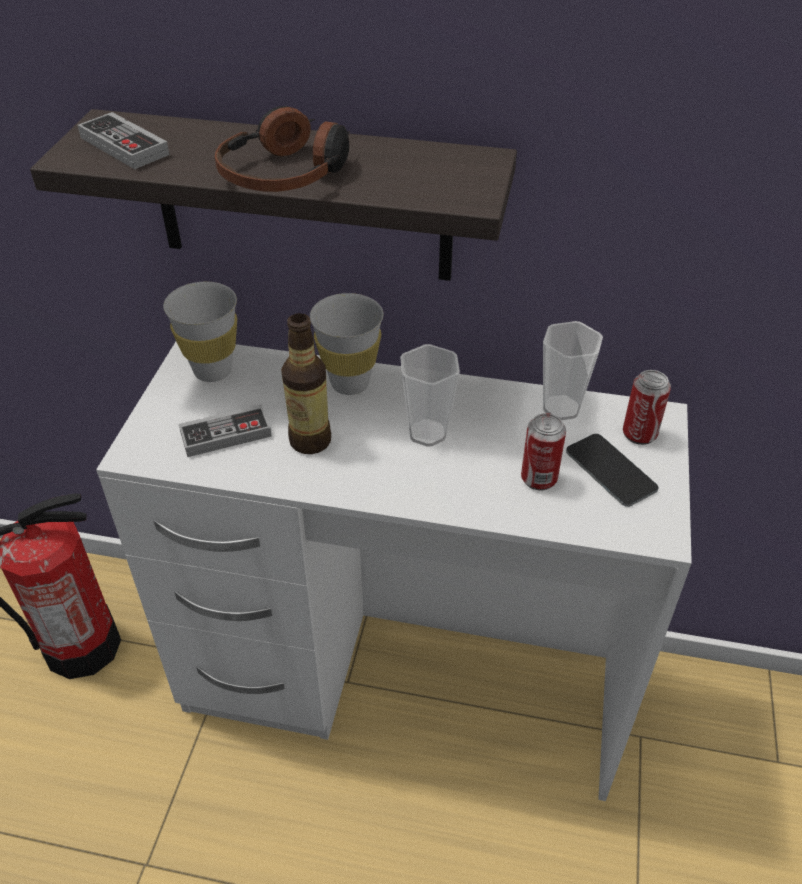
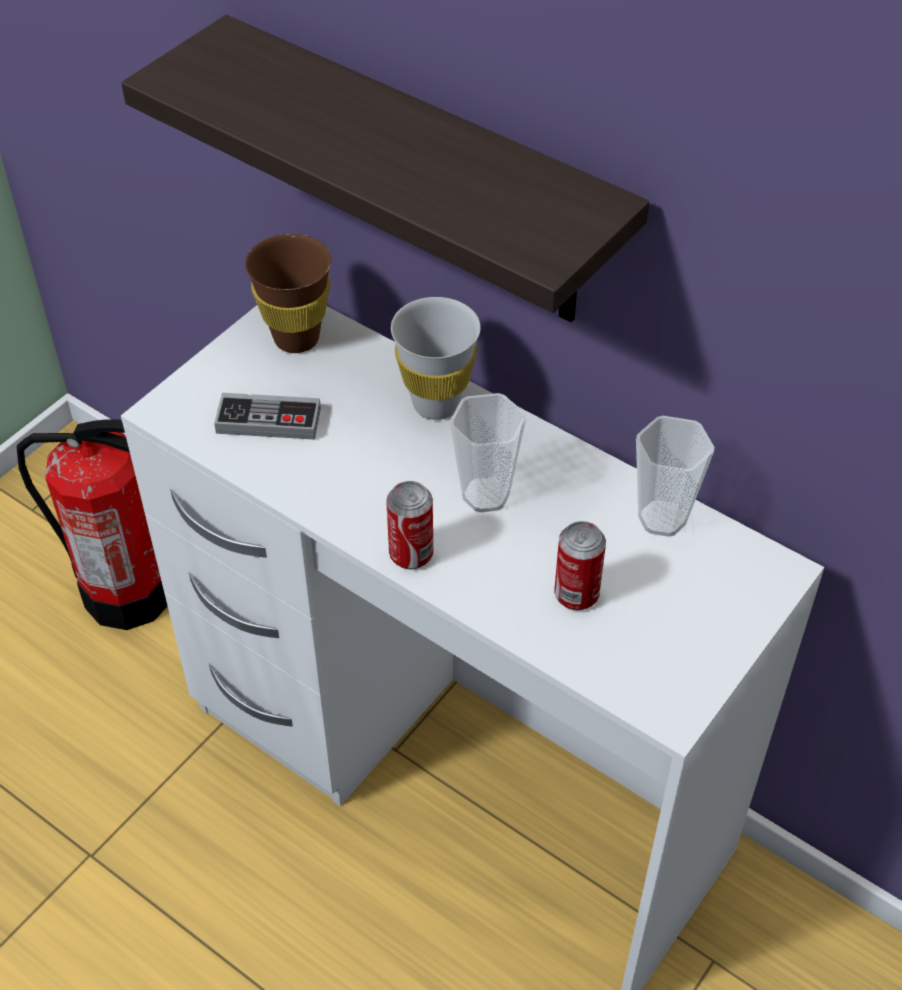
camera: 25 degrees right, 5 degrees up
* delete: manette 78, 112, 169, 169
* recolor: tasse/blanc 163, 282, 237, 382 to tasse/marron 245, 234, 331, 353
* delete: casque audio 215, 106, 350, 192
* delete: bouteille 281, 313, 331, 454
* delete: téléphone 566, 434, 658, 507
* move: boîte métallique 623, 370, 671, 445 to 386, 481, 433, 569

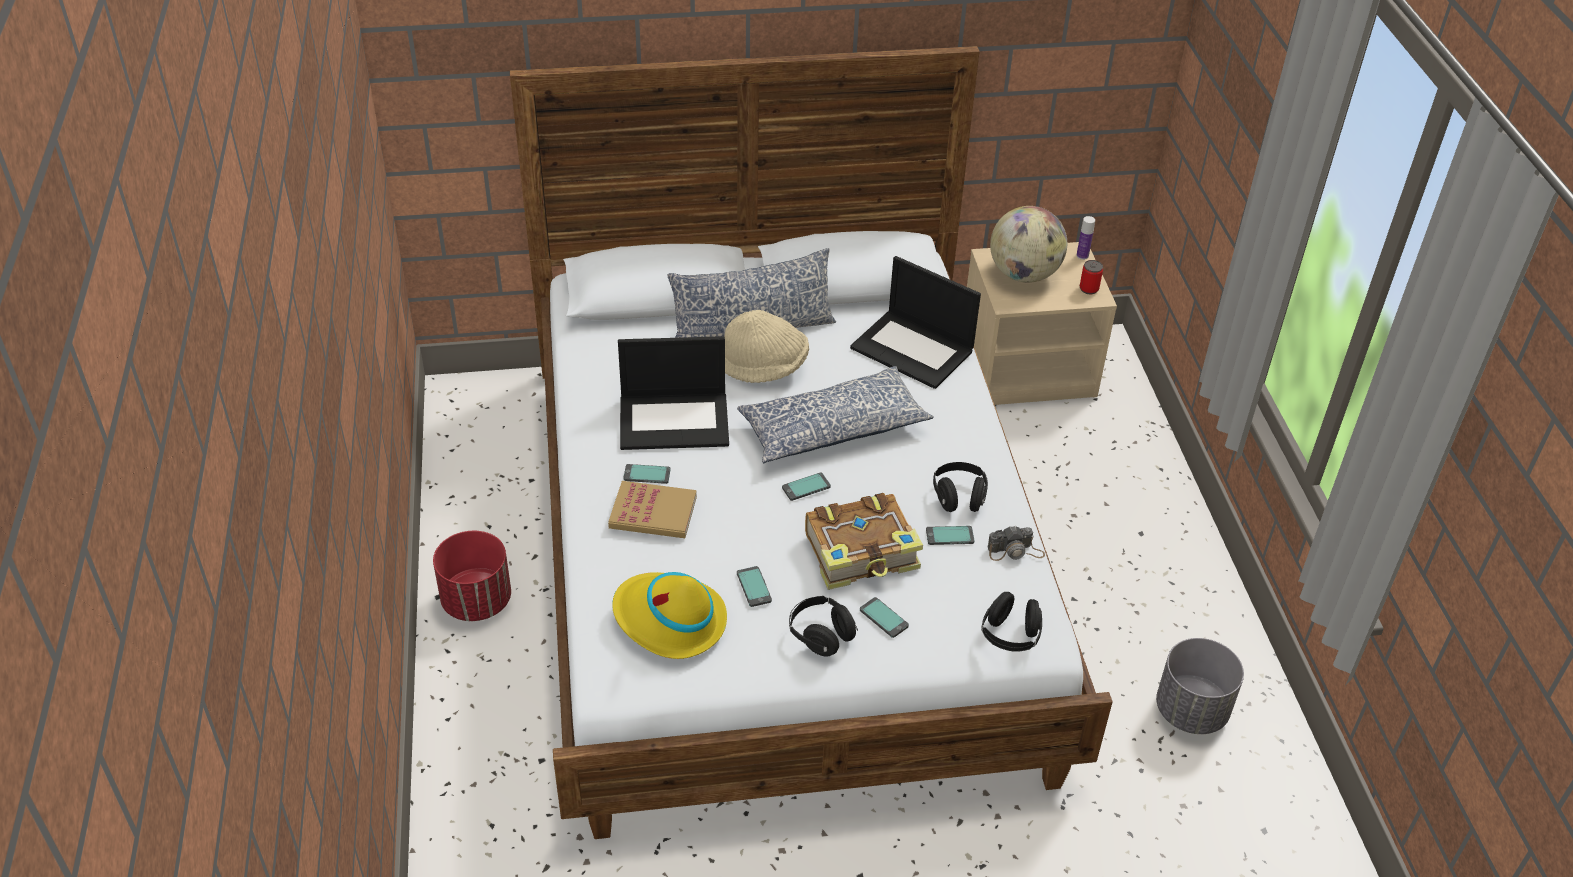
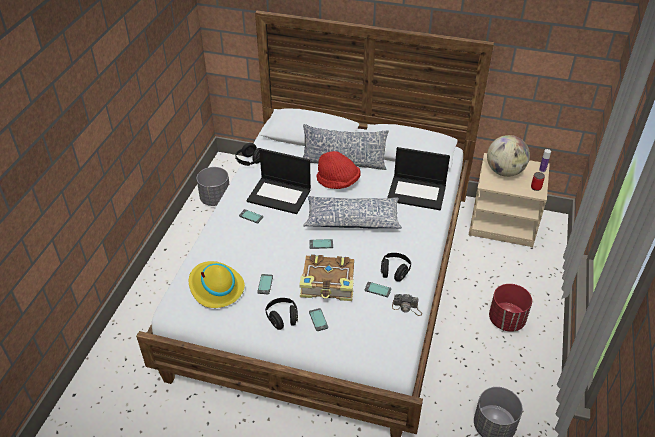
camera: 25 degrees right, 0 degrees up
* move: cache-pot/rouge 433, 531, 511, 621 to 489, 284, 532, 332
* delete: livre 608, 481, 697, 538
* recolor: chapeau/beige 725, 310, 809, 383 to chapeau/rouge 316, 151, 361, 189
* rotate: ordinateur portable 850, 256, 981, 389 = 387, 147, 450, 210 45 degrees counterclockwise
* move: casque audio/noir 981, 592, 1042, 652 to 235, 143, 260, 166
* insert: cache-pot/gris 197, 167, 229, 206

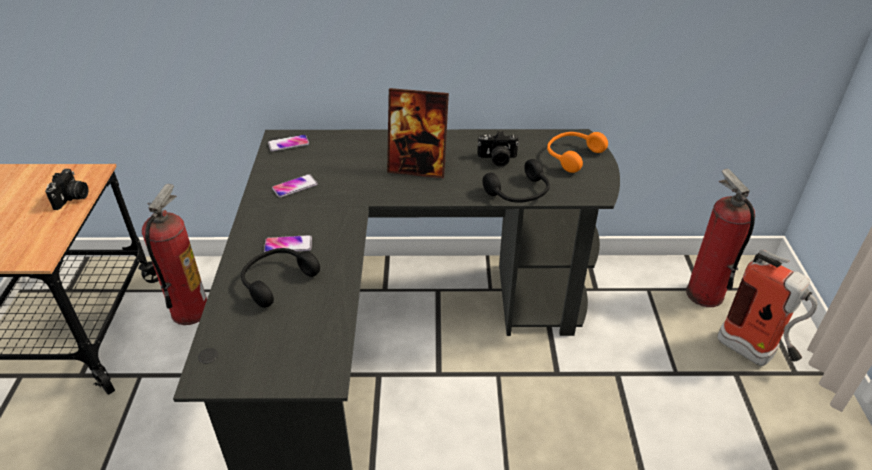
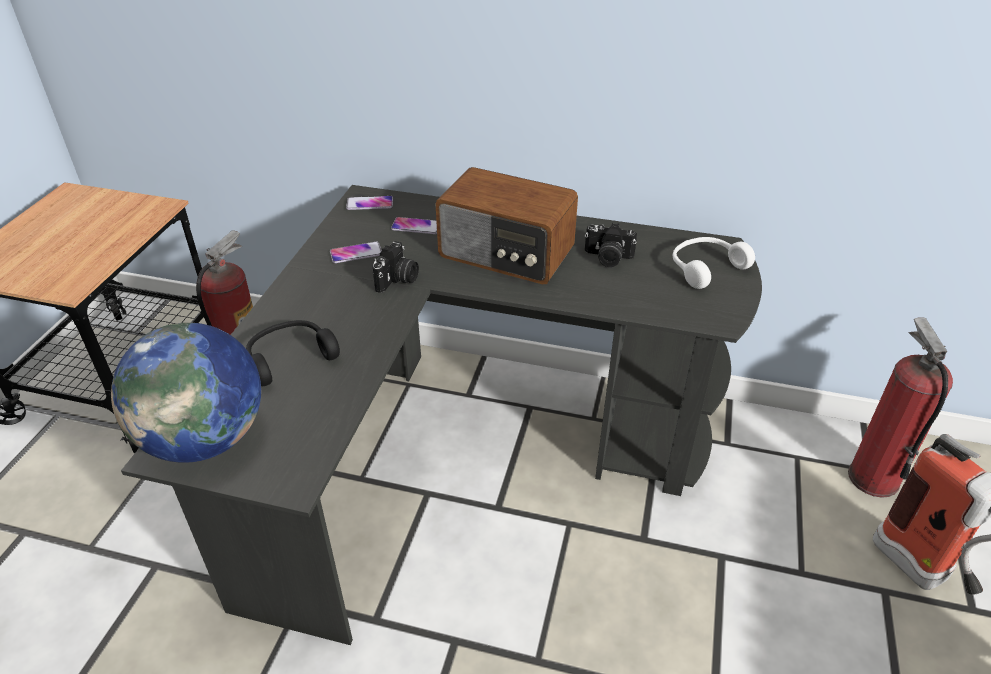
camera: 15 degrees right, 0 degrees up
* move: appareil photo 45, 169, 88, 210 to 372, 241, 419, 293
* move: téléphone 264, 235, 312, 252 to 391, 217, 437, 234
* replace: cadre photo 387, 88, 449, 178 to radio 435, 167, 578, 284
* delete: casque audio/noir 483, 159, 550, 203
* recolor: casque audio/orange 547, 132, 608, 173 to casque audio/blanc 673, 237, 755, 289
* insert: globe 111, 322, 261, 463

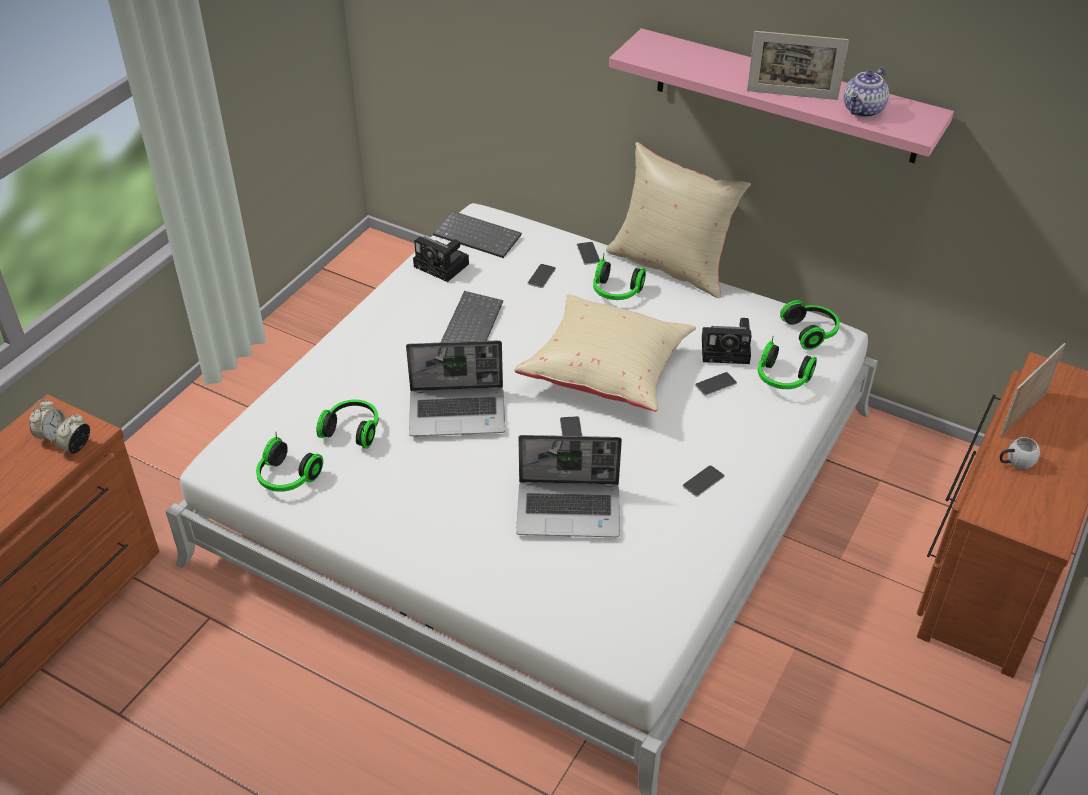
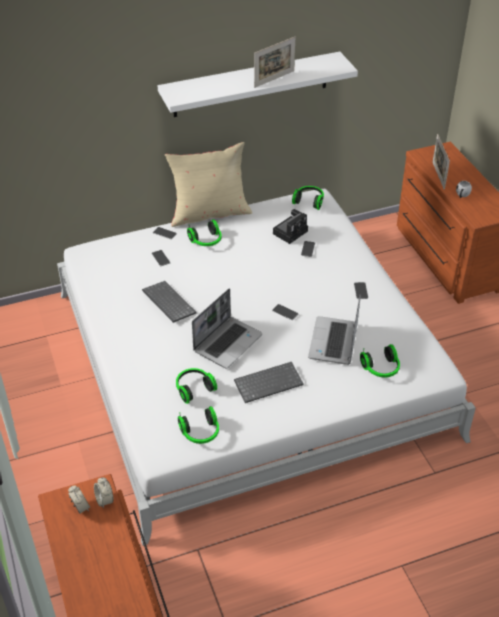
camera: 50 degrees left, 0 degrees up
* delete: appareil photo 413, 236, 469, 282
* move: clavier 433, 211, 522, 258 to 234, 362, 304, 403
* delete: coussin/beige 514, 294, 696, 411
* rotate: ordinateur portable 516, 435, 622, 537 = 308, 295, 361, 365 150 degrees clockwise
* recolor: étagère/rose 609, 28, 954, 163 to étagère/blanc 158, 52, 358, 117
* move: casque audio 758, 336, 817, 389 to 360, 344, 400, 377
* delete: théière 844, 67, 889, 118

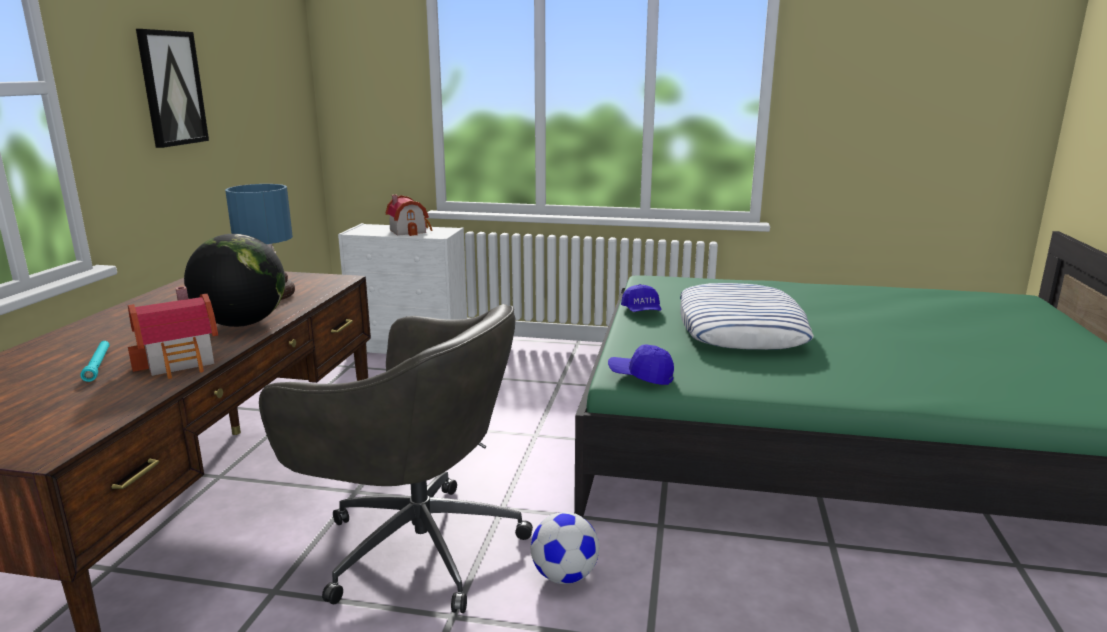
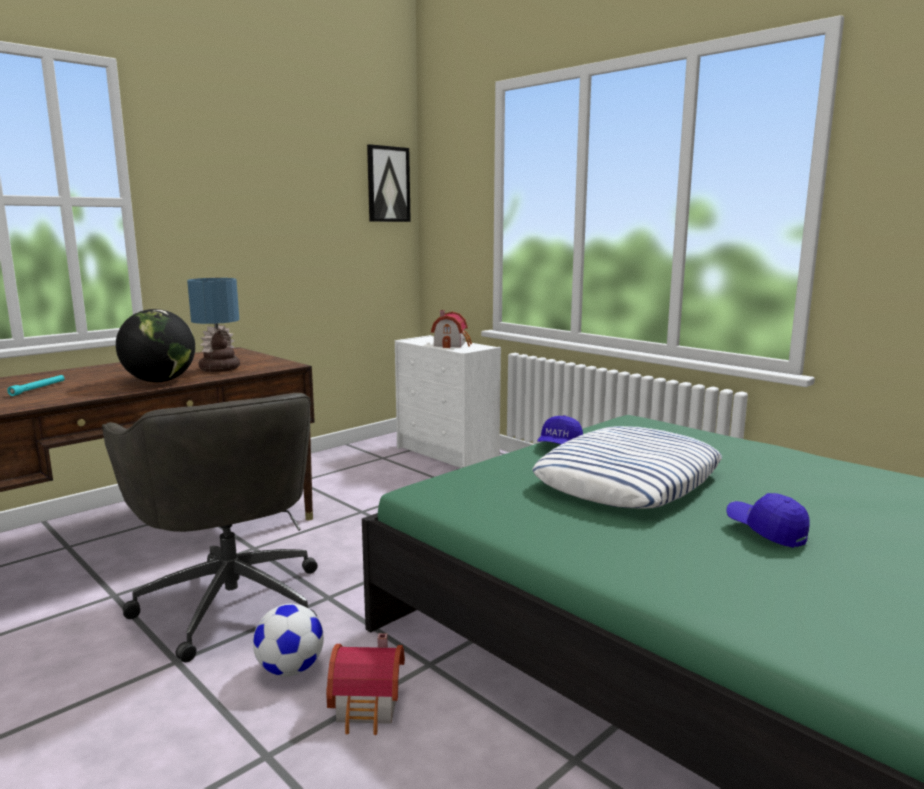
camera: 35 degrees right, 5 degrees down
* move: maison miniature 128, 286, 218, 379 to 326, 633, 405, 735
* move: tableau 136, 29, 209, 148 to 367, 144, 411, 222
* move: casquette/bleu 608, 345, 674, 385 to 726, 493, 810, 548

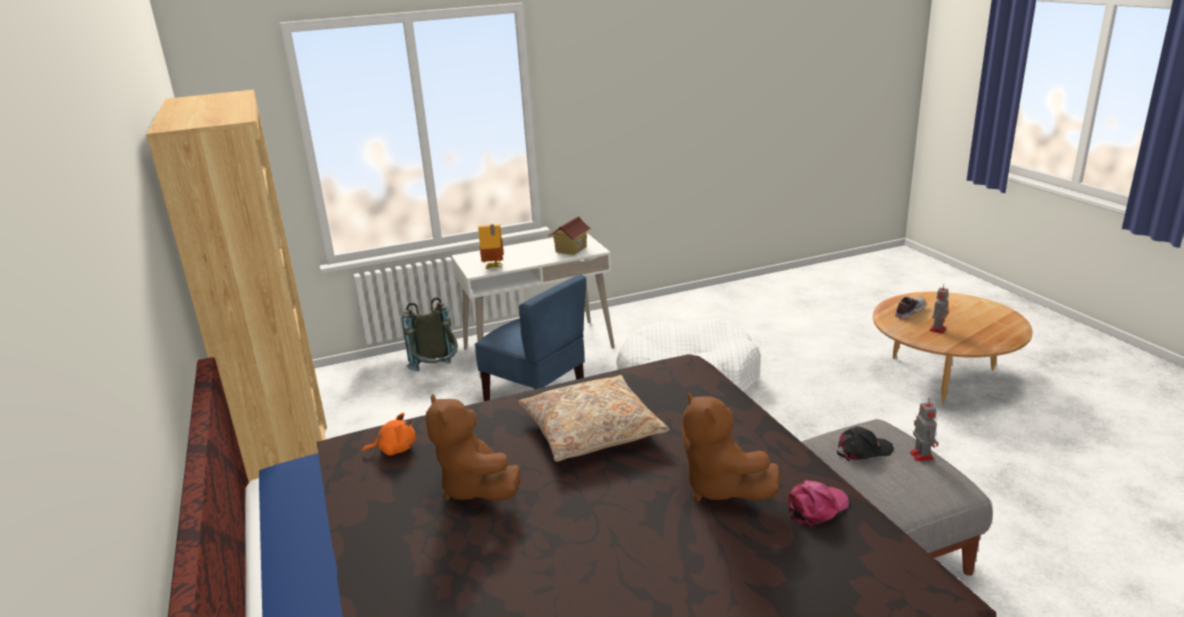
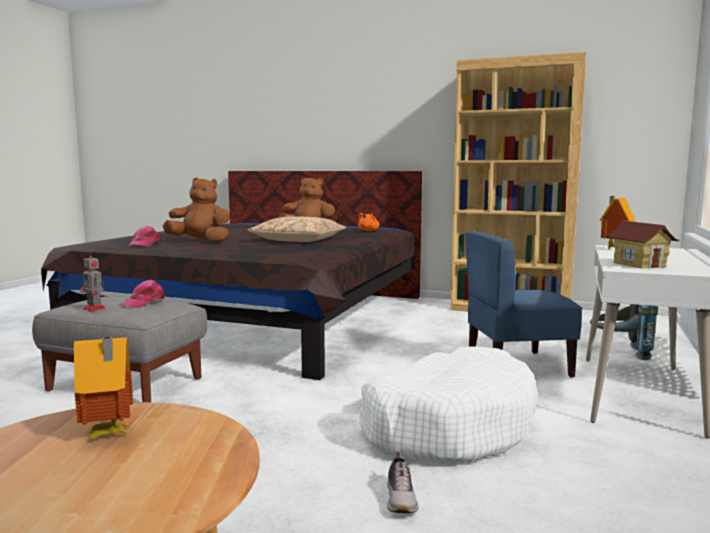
camera: 130 degrees right, 15 degrees down
* recolor: casquette/noir 837, 426, 894, 462 to casquette/rose 120, 280, 164, 308
* move: chaussure 895, 297, 925, 319 to 387, 452, 419, 513
* replace: robot jouet 929, 285, 949, 334 to maison miniature 74, 336, 133, 439

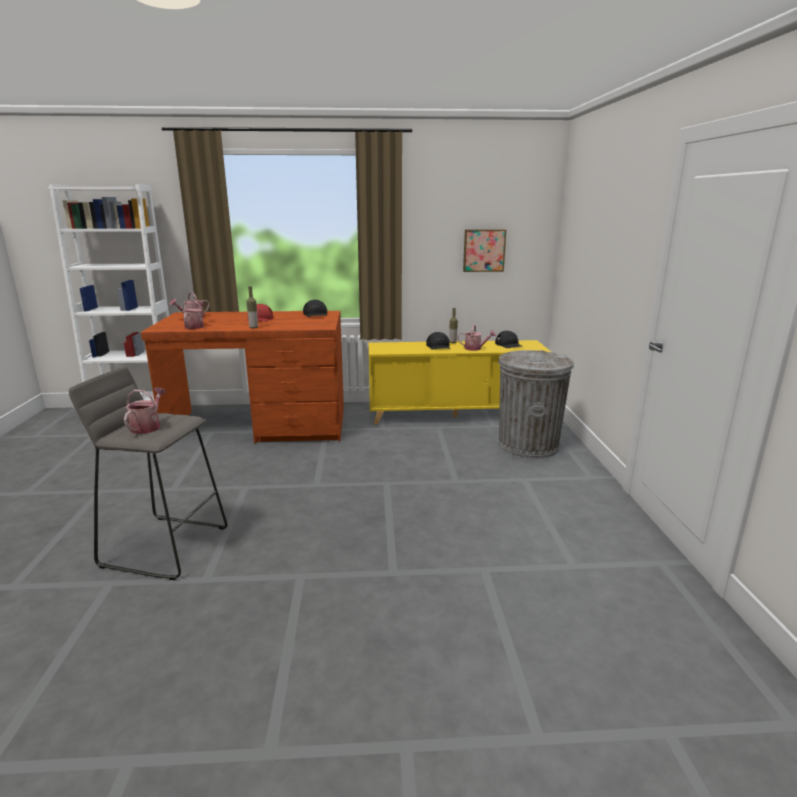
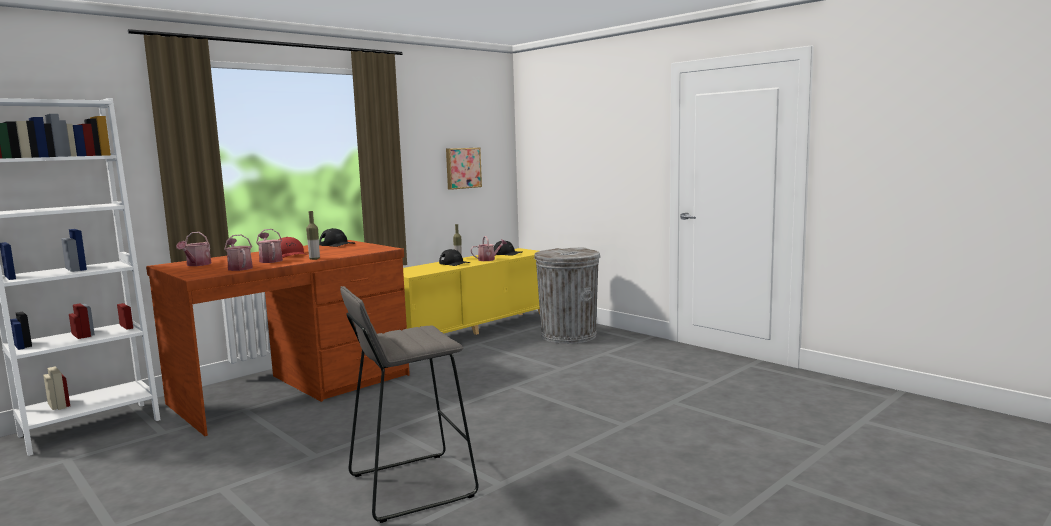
camera: 40 degrees left, 10 degrees down
* move: arrosoir 124, 388, 166, 434 to 256, 229, 283, 263

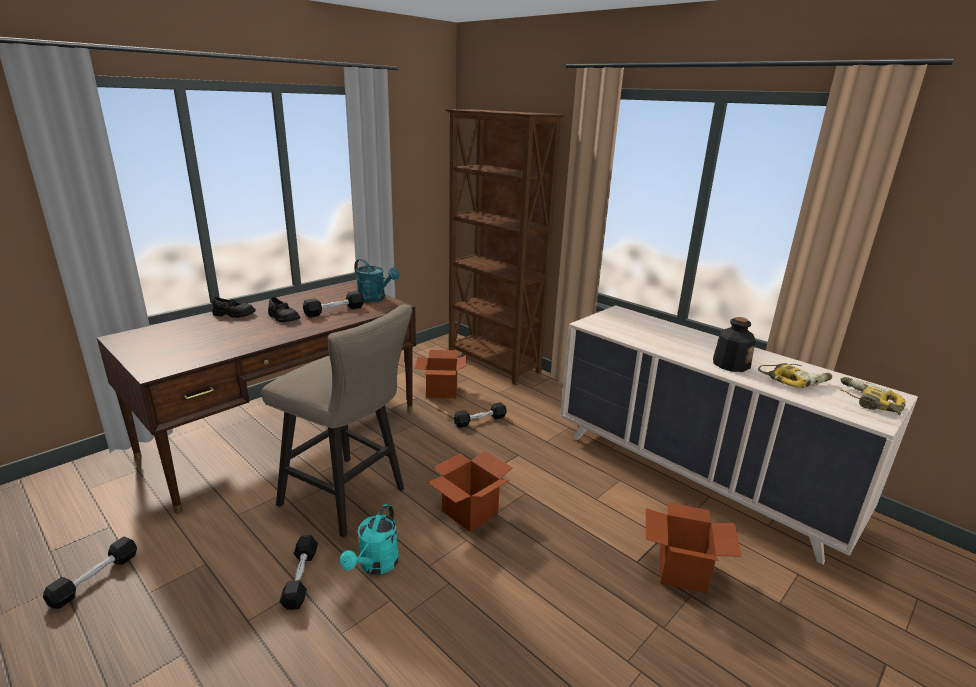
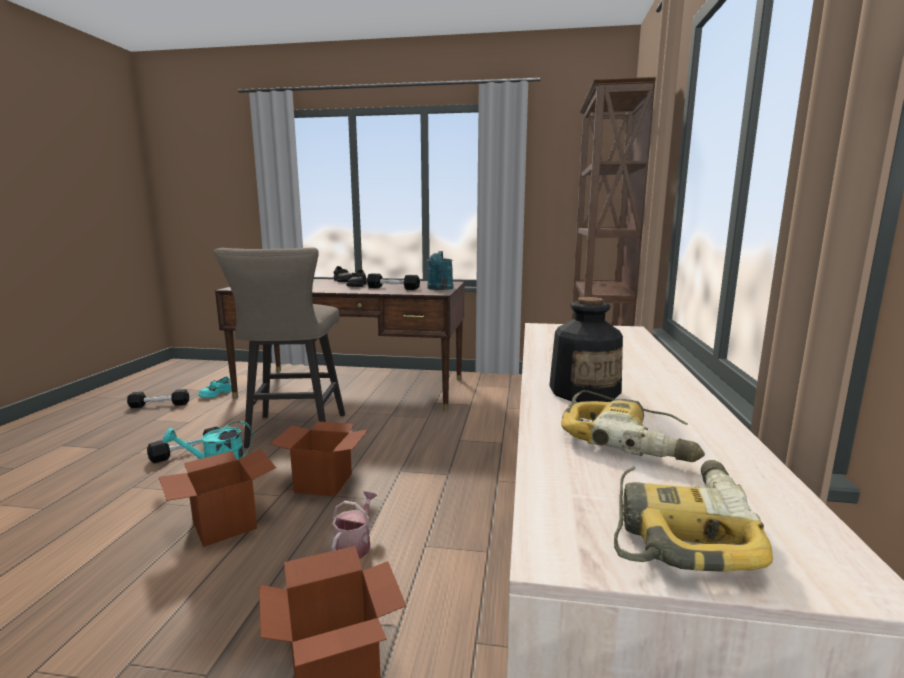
camera: 55 degrees right, 10 degrees down
* move: carton 415, 350, 467, 398 to 159, 449, 276, 547
* delete: haltère/noir 454, 402, 507, 428
* insert: chaussure/turquoise 198, 376, 232, 398
* insert: arrosoir 332, 491, 377, 559

